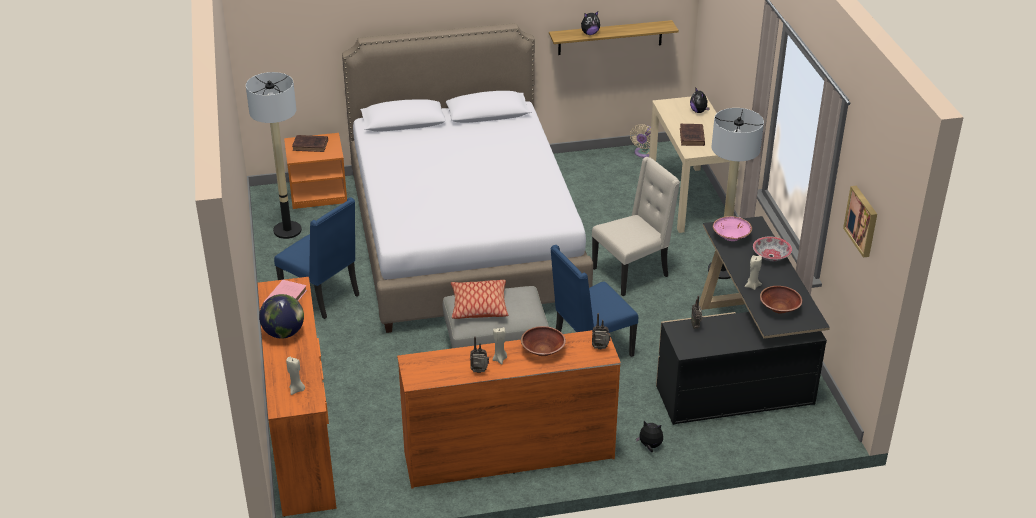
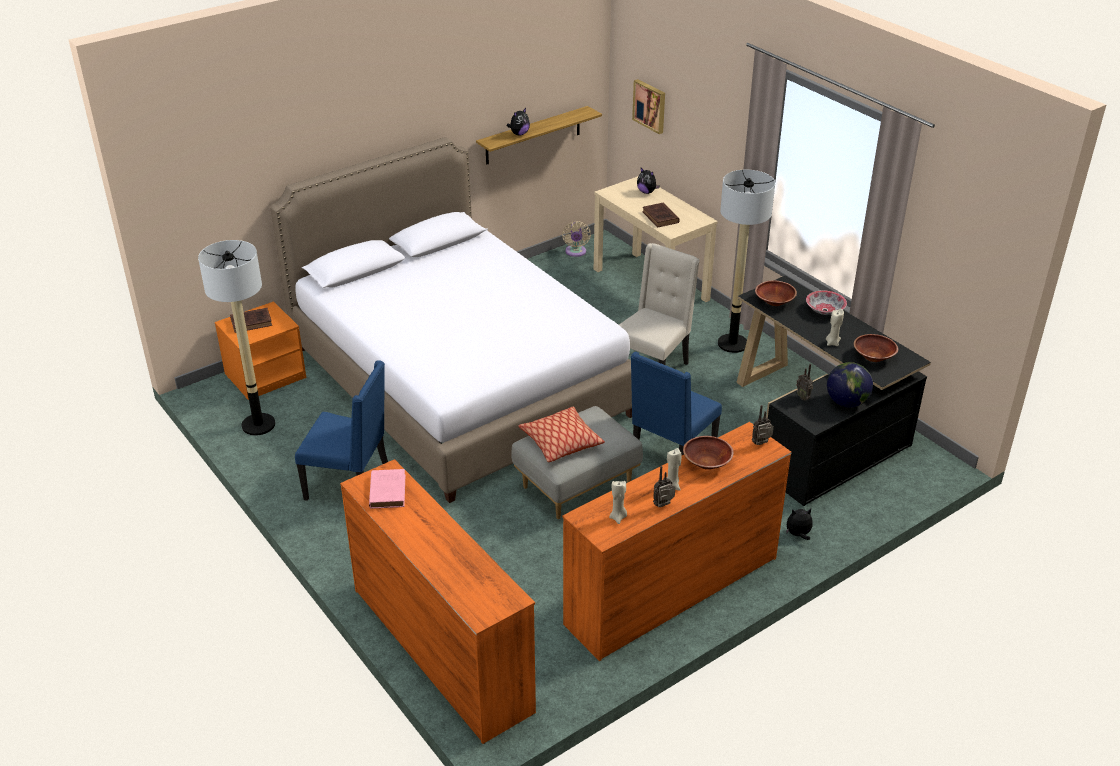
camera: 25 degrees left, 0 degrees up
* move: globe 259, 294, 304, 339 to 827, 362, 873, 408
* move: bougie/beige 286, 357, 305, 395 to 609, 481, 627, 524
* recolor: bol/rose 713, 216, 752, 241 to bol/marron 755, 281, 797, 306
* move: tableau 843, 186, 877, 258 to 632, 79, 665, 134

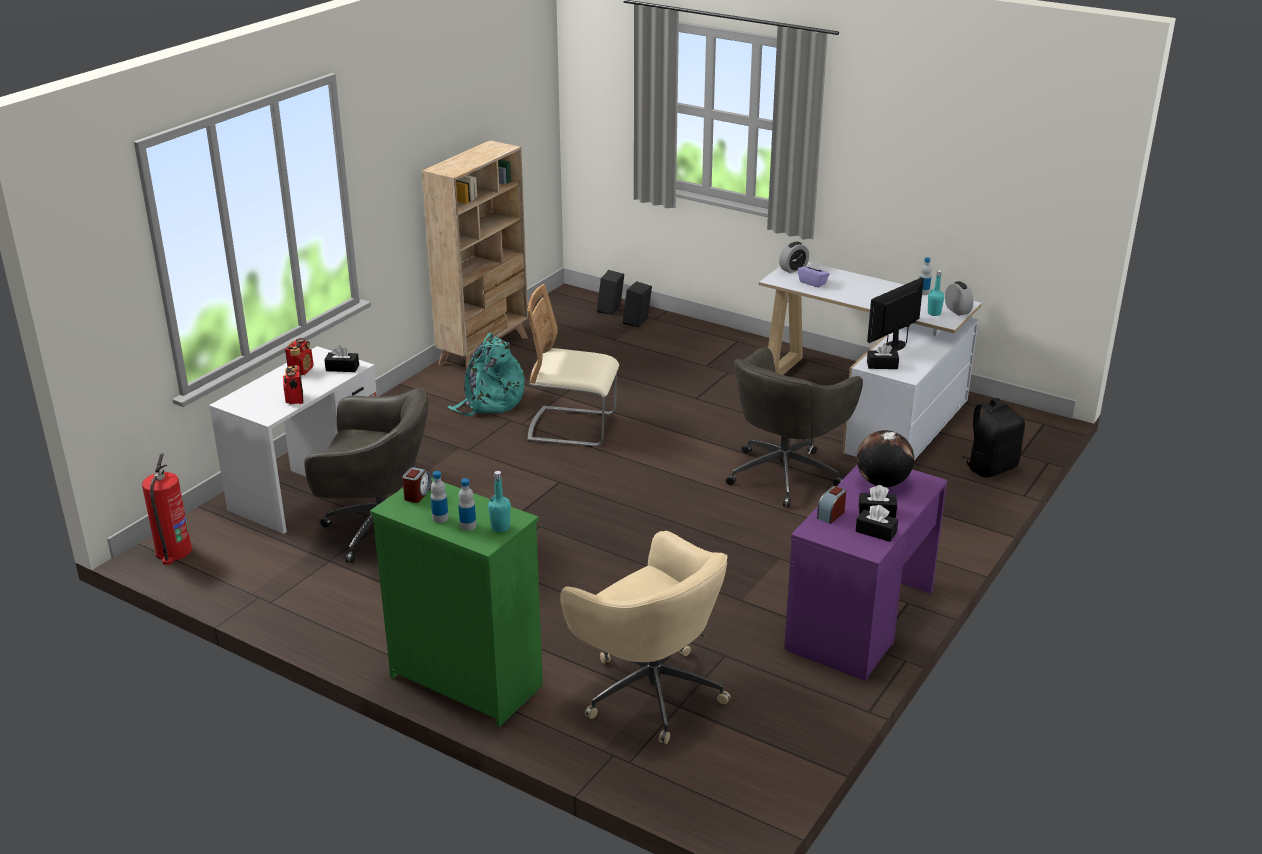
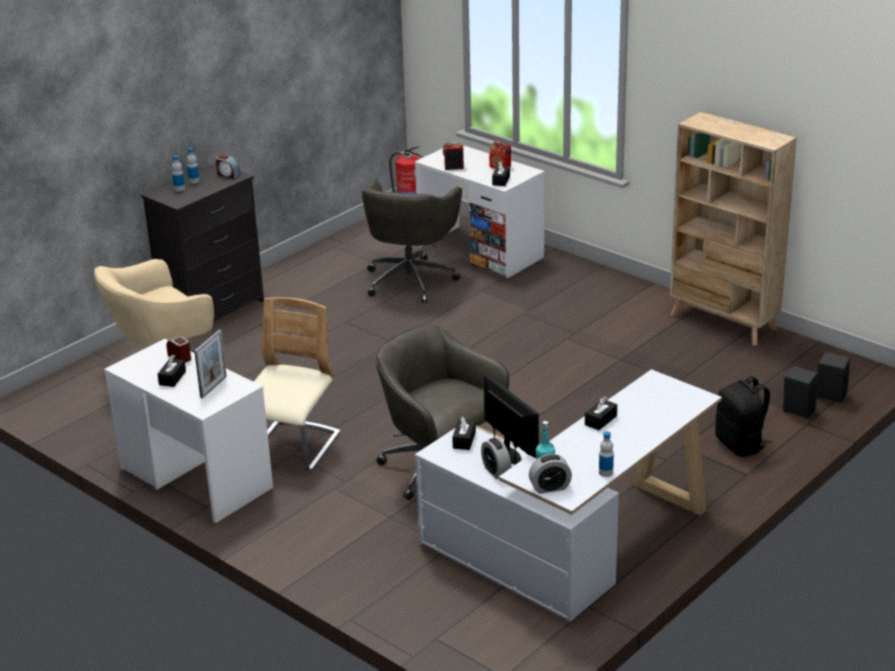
camera: 100 degrees right, 0 degrees up
* recolor: commode/vert 370, 478, 543, 727 to commode/noir 141, 163, 264, 338
* delete: sac à dos/turquoise 447, 332, 525, 416
* delete: bouteille/turquoise 488, 471, 511, 532
* move: chaise/beige 528, 284, 619, 447 to 254, 297, 341, 471
* move: réveil 779, 242, 809, 273 to 481, 438, 511, 479
* recolor: bureau/violet 784, 465, 947, 681 to bureau/blanc 104, 339, 273, 523
* delete: boîte à mouchoirs/violet 798, 260, 830, 288
* move: boîte à mouchoirs/noir 856, 505, 898, 542 to 585, 396, 617, 430
* replace: globe 857, 430, 914, 487 to cadre photo 194, 330, 227, 398
* move: sac à dos/noir 962, 398, 1025, 478 to 715, 376, 772, 457

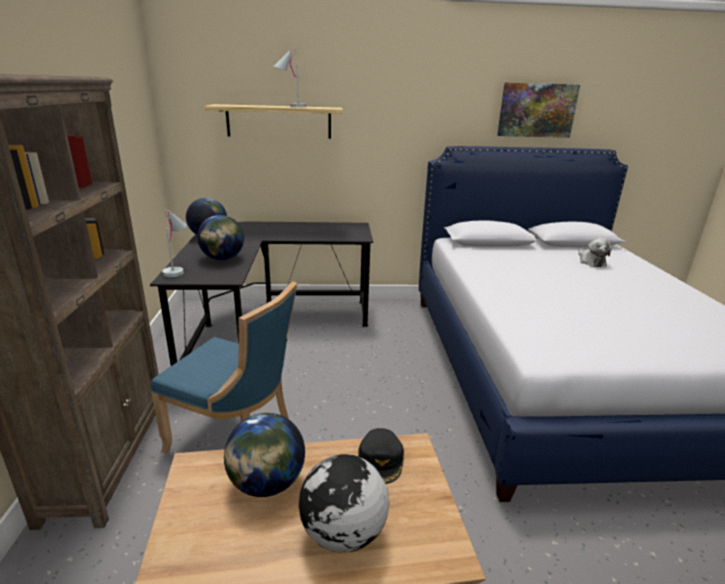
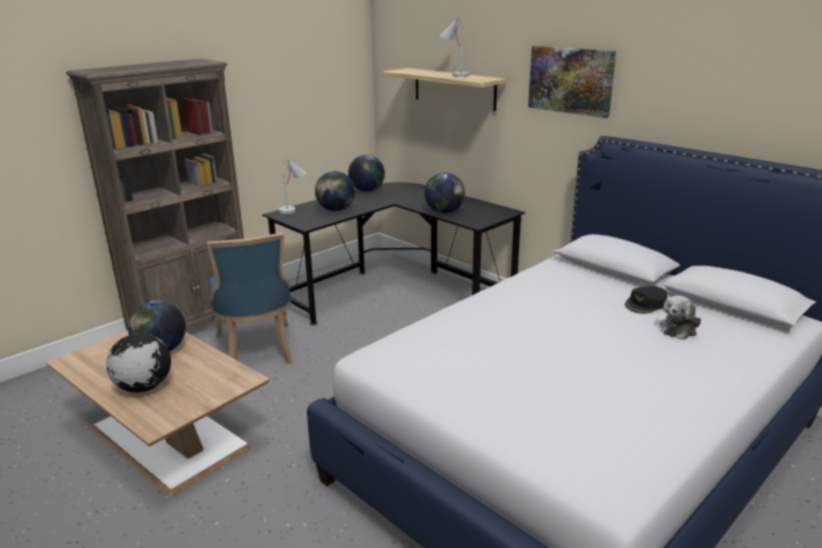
camera: 50 degrees right, 0 degrees up
* move: casquette/noir 358, 428, 404, 484 to 625, 286, 667, 314
* move: tableau 497, 82, 580, 138 to 528, 46, 616, 118
* insert: globe 424, 173, 465, 213

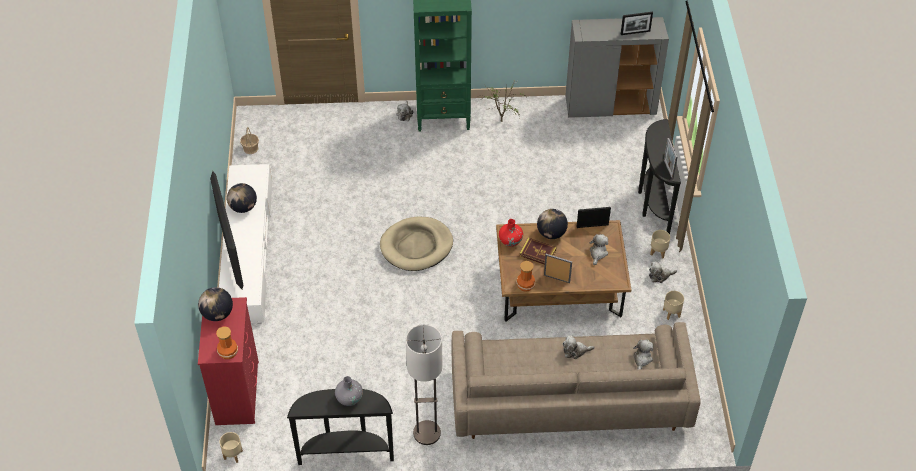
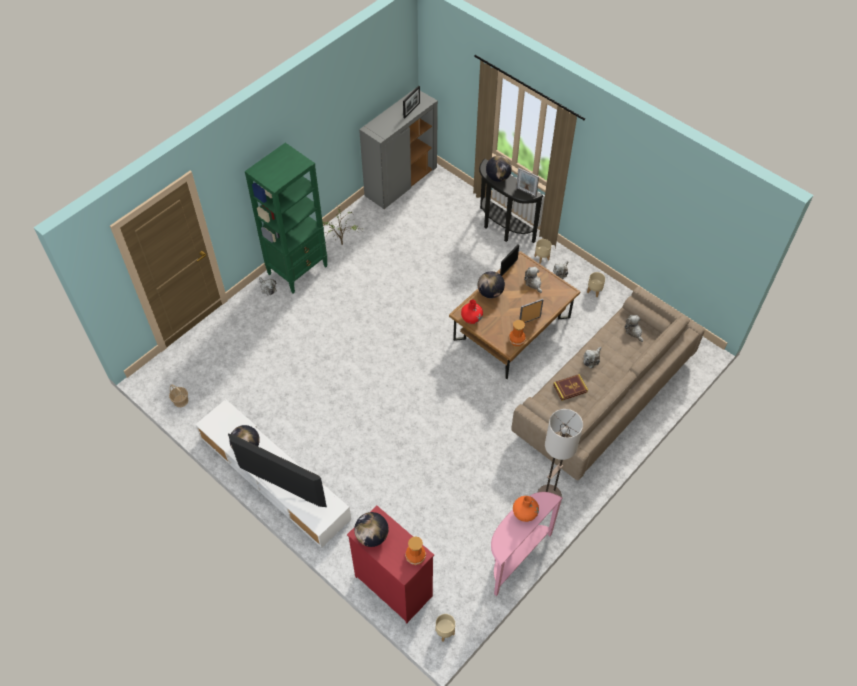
camera: 45 degrees left, 5 degrees up
* recolor: table console/noir 287, 389, 394, 465 to table console/rose 491, 492, 562, 596
* recolor: vase/gris 335, 376, 363, 406 to vase/orange 513, 496, 539, 522
* delete: panier pour chien/beige 380, 217, 453, 271
* move: livre 520, 238, 556, 265 to 553, 374, 588, 401
* insert: globe 486, 156, 512, 182

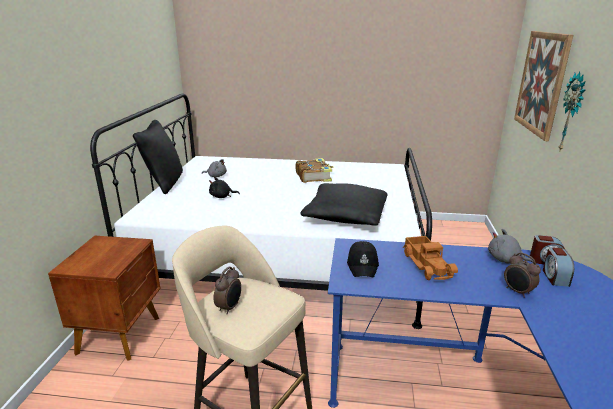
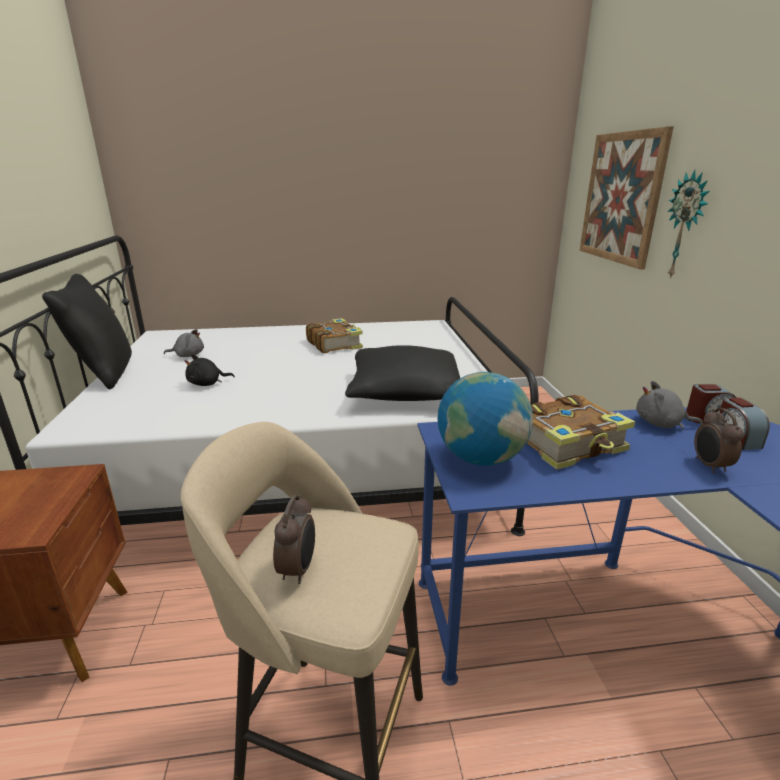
camera: 15 degrees left, 0 degrees up
* replace: casquette/noir 347, 241, 379, 277 to globe 438, 372, 533, 466
* replace: camion jouet 403, 236, 458, 280 to livre 527, 395, 635, 470
* rotate: réveil 504, 252, 541, 298 = 694, 408, 744, 474 45 degrees clockwise

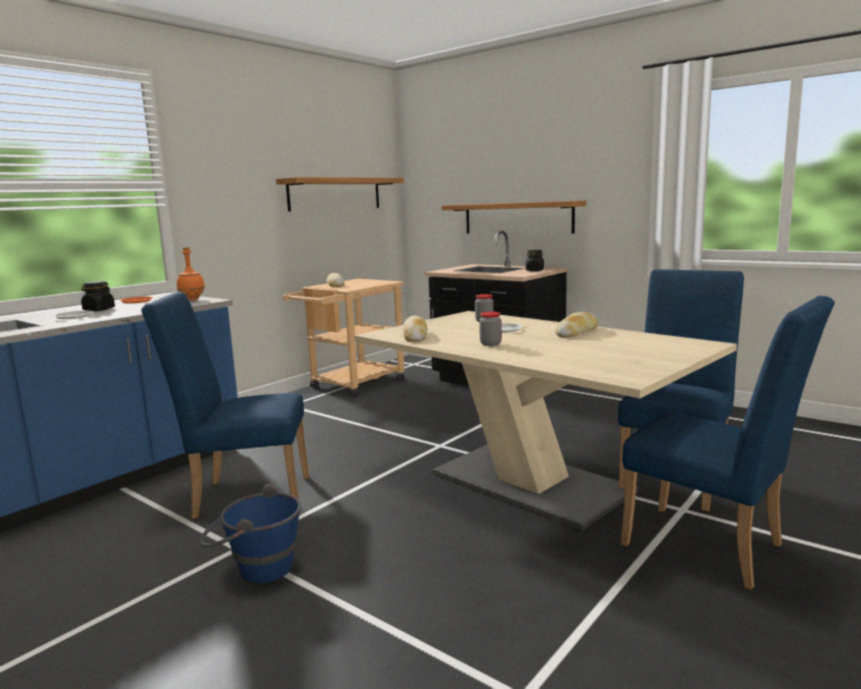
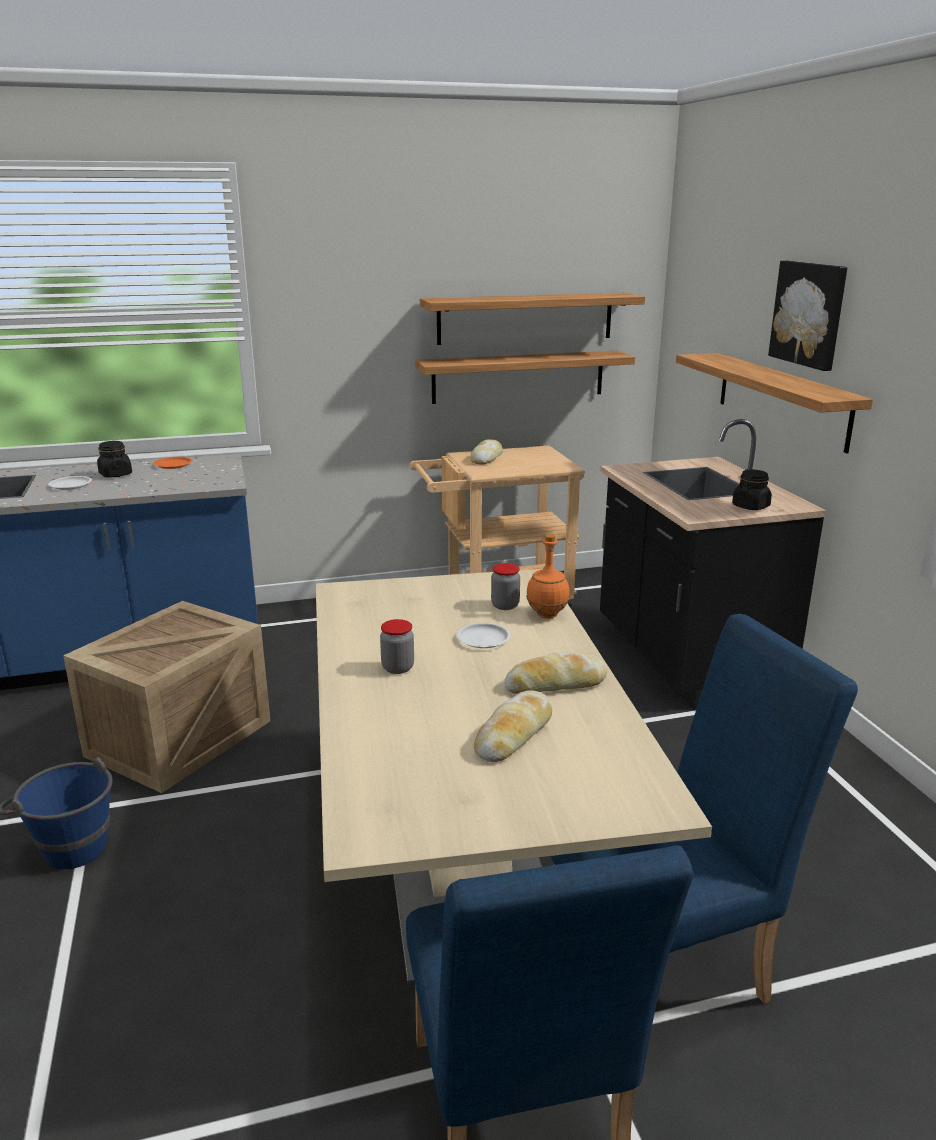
camera: 35 degrees right, 10 degrees up
* replace: chaise/bleu 141, 292, 309, 519 to caisse 63, 601, 270, 793
* move: bouteille/orange 177, 247, 205, 301 to 526, 534, 570, 619
* move: pain 403, 316, 427, 342 to 474, 690, 552, 762
* insert: étagère 415, 351, 635, 404
* insert: tableau 768, 261, 848, 371

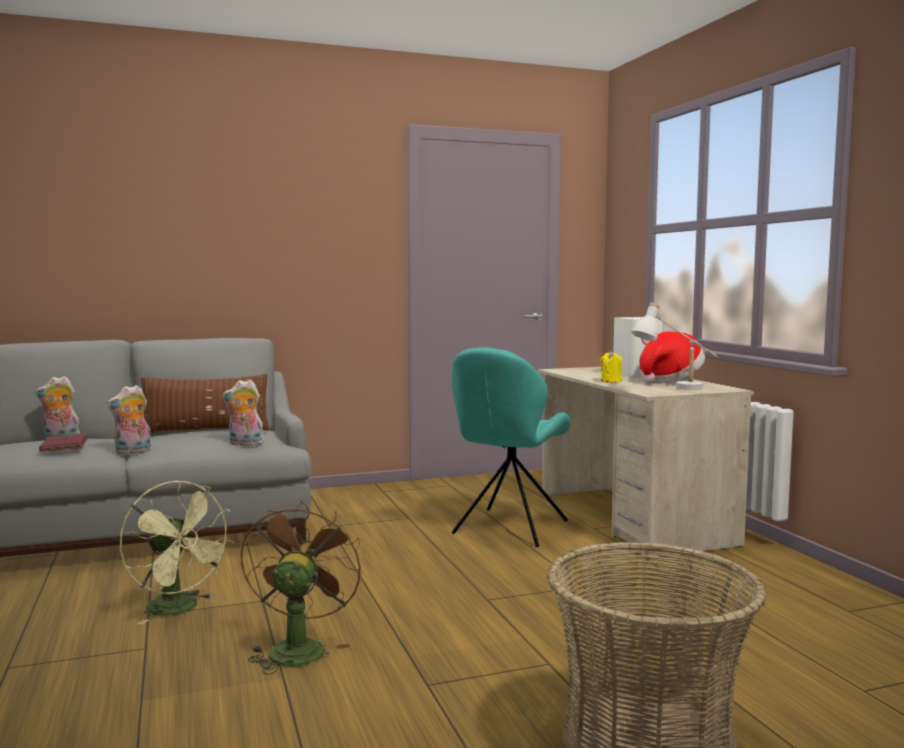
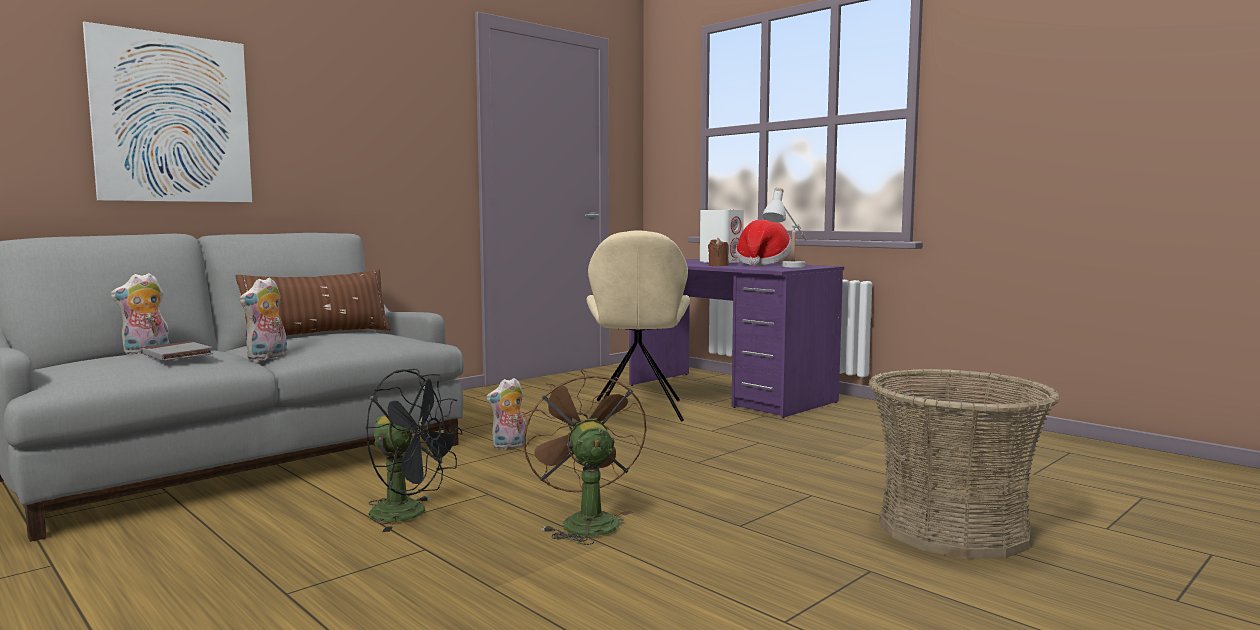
camera: 25 degrees left, 0 degrees up
* recolor: livre/rouge 39, 433, 88, 452 to livre/gris 142, 341, 213, 361
* recolor: ventilateur/vert 120, 481, 234, 625 to ventilateur/noir 366, 369, 463, 532
* move: peluche 222, 380, 264, 446 to 486, 378, 527, 449
* recolor: chaise/turquoise 451, 347, 571, 547 to chaise/beige 587, 231, 690, 422
* recolor: bureau/beige 538, 367, 754, 557 to bureau/violet 629, 259, 844, 418
* recolor: bougie/jaune 600, 351, 622, 383 to bougie/marron 708, 238, 729, 266
* insert: tableau 83, 22, 252, 202

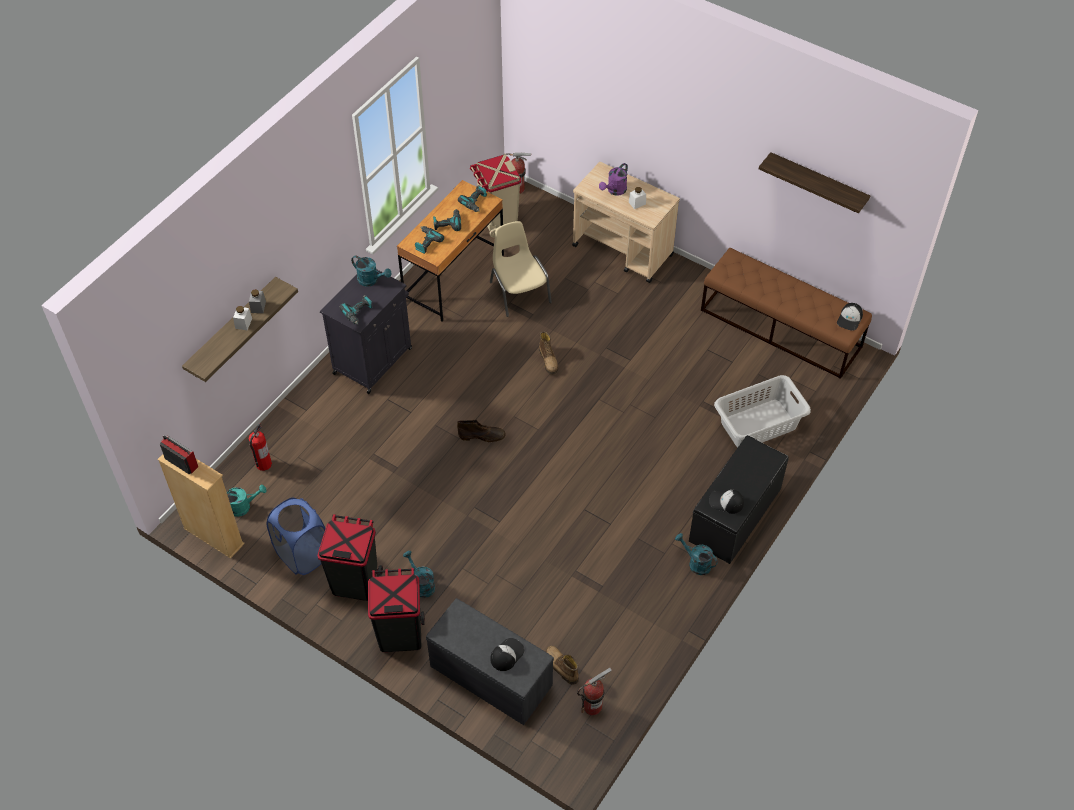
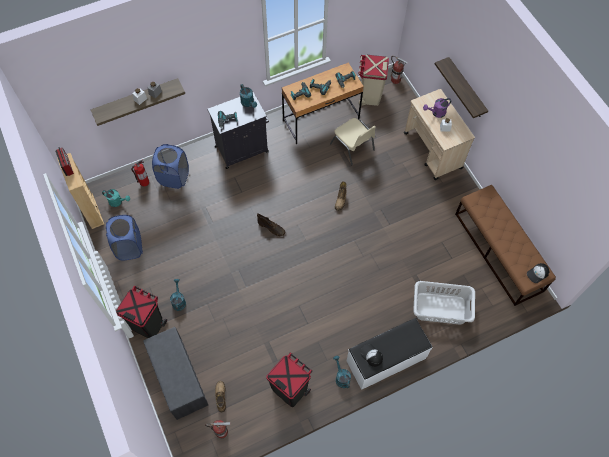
camera: 30 degrees right, 10 degrees up
* move: poubelle/noir 317, 514, 383, 601 to 266, 353, 312, 407
* rotate: chaise/beige 490, 221, 552, 317 = 330, 118, 376, 165 135 degrees clockwise
* delete: casquette 490, 638, 524, 671
* recolor: banc/noir 689, 435, 789, 564 to banc/blanc 347, 318, 433, 390
* move: étagère 759, 152, 870, 213 to 435, 57, 488, 118
* insert: panier à linge/bleu 152, 144, 189, 189

